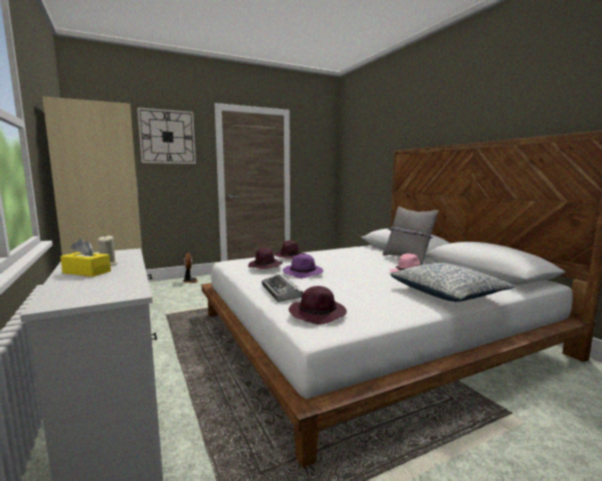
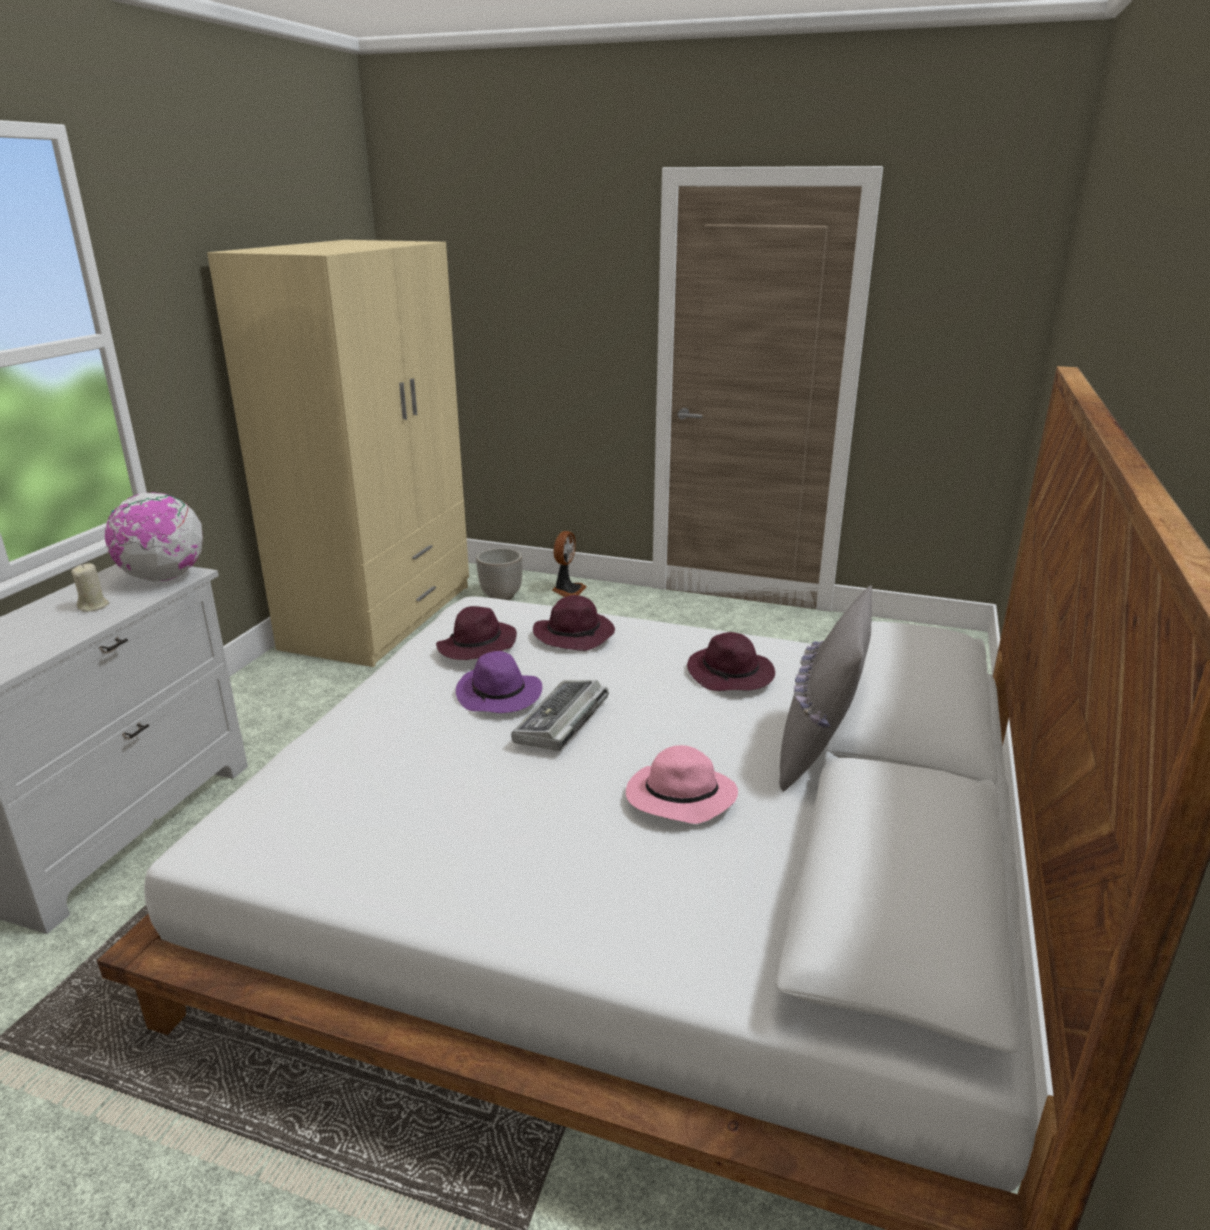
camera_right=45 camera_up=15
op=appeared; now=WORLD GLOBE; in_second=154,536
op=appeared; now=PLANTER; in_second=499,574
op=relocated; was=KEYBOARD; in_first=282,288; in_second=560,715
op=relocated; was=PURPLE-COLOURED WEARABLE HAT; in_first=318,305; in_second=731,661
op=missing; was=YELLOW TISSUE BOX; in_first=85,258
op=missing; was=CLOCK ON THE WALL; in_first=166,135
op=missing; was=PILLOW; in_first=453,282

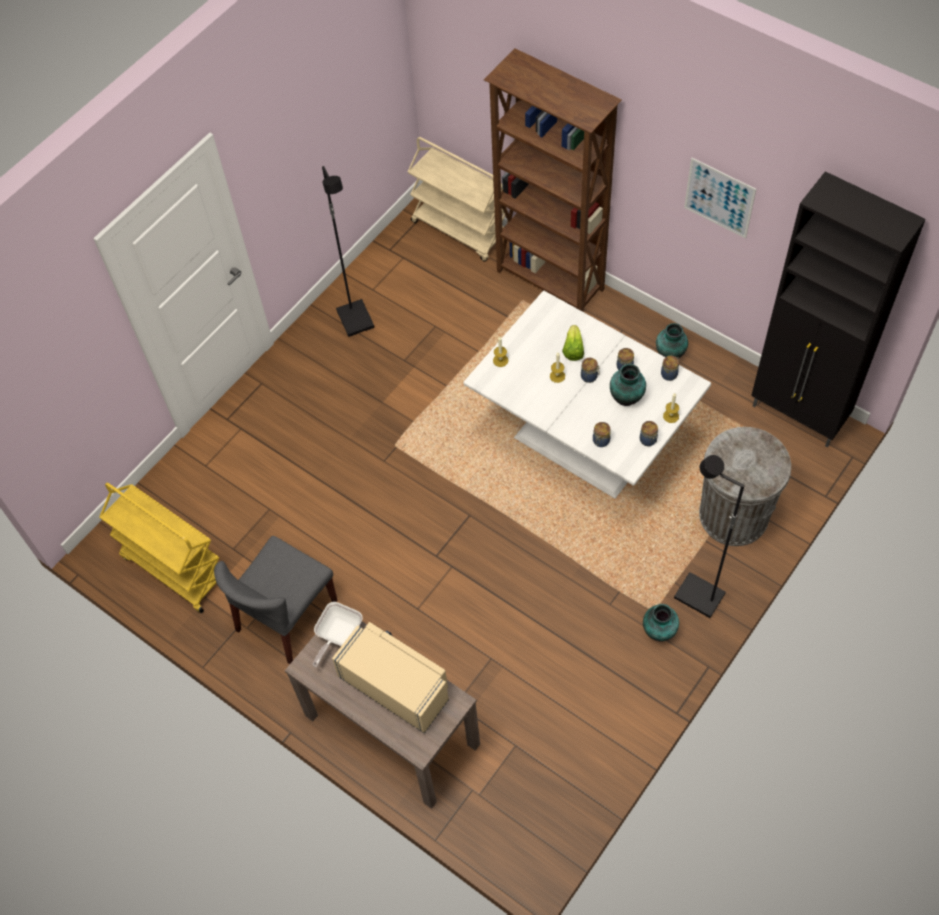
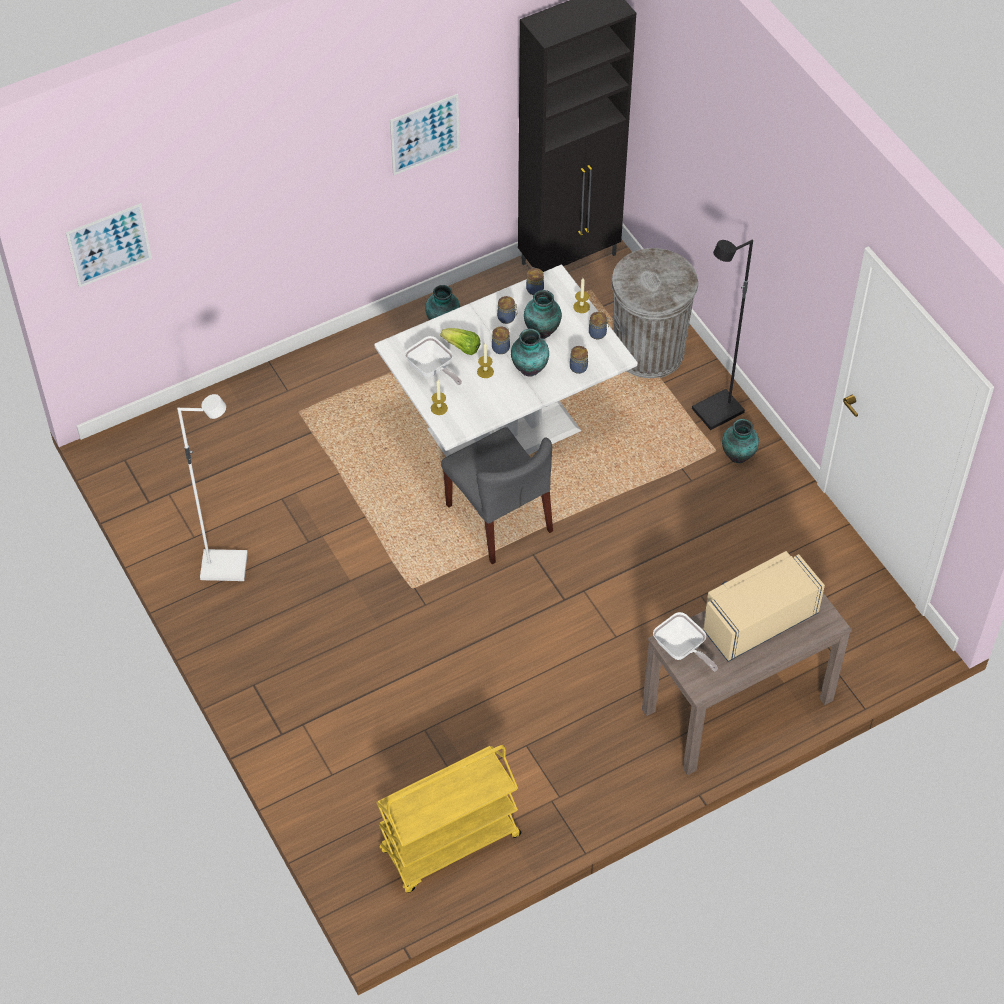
camera_right=-70 camera_up=-5
op=appeared; now=PICTURE; in_second=109,245
op=colour; was=BLACK-COLOURED STANDARD LAMP; now=WHITISH STANDARD LAMP; in_first=348,251; in_second=212,487
op=appeared; now=FRYING PAN; in_second=433,360
op=relocated; was=GREY PLAIN CHAIR; in_first=276,600; in_second=497,495
op=appeared; now=DECORATIVE VASE; in_second=530,352
op=missing; was=SAND-COLOURED TROLLEY; in_first=458,199
op=missing; was=BROWN-COLOURED SHELVING UNIT; in_first=553,180

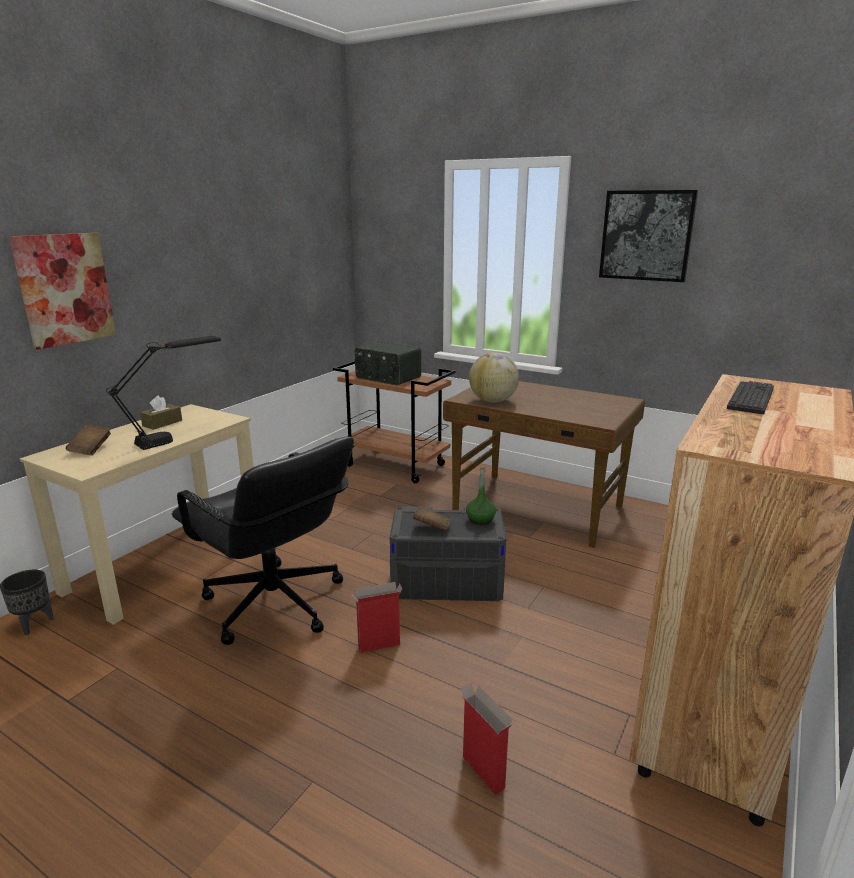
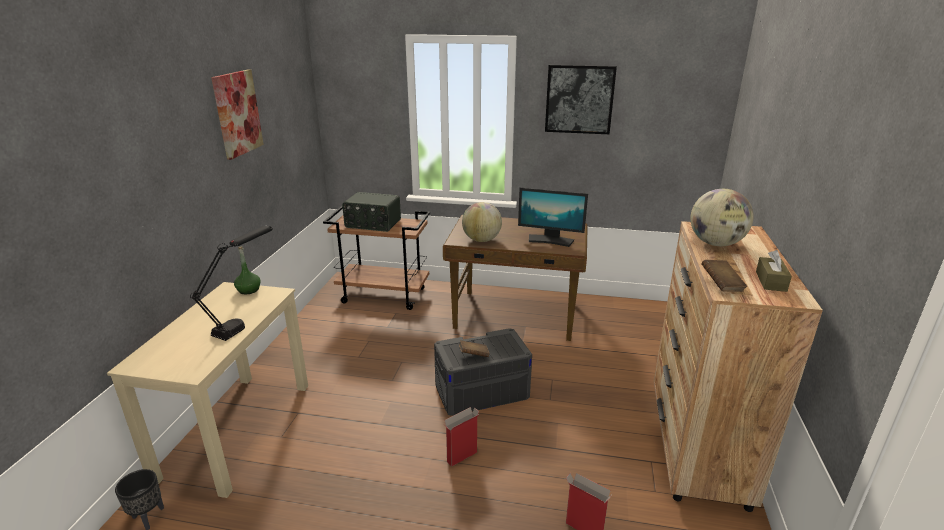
camera_right=-20 camera_up=5
op=relocated; was=PICTURE; in_first=62,291; in_second=237,114
op=relocated; was=GREEN DRINK BOTTLE; in_first=481,495; in_second=247,270
op=appeared; now=COMPUTER DISPLAY; in_second=553,217
op=exchanged; was=KEYBOARD; now=WORLD GLOBE; in_first=750,397; in_second=722,217
op=relocated; was=BROWN-COLOURED BOOK; in_first=88,439; in_second=724,276
op=relocated; was=BROWN-COLOURED TISSUE BOX; in_first=161,413; in_second=774,271
op=missing; was=BLACK-COLOURED COMPUTER CHAIR; in_first=263,540

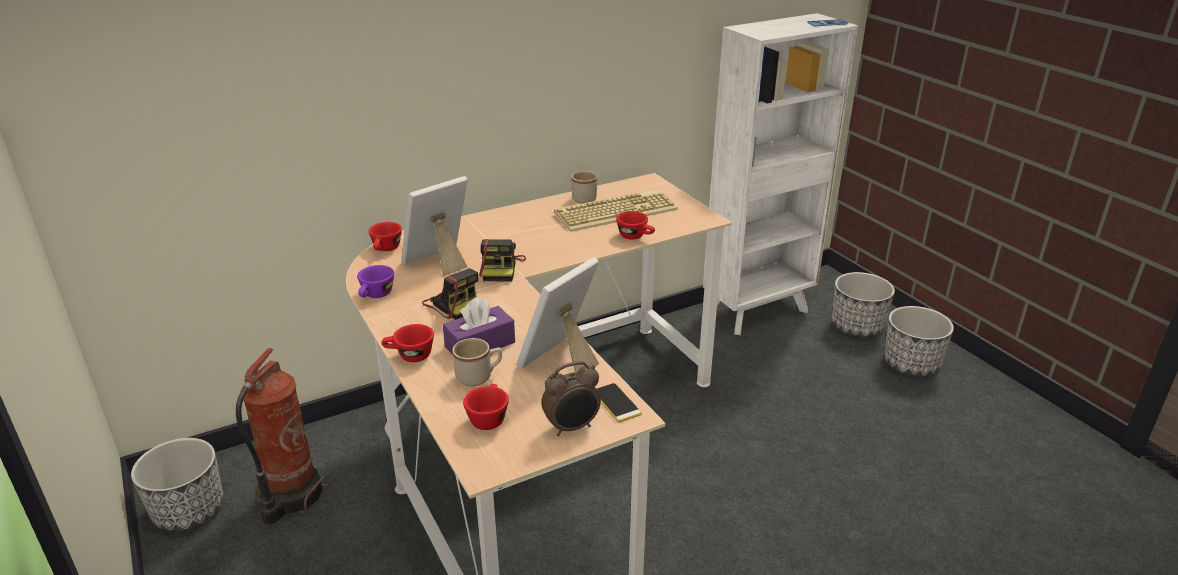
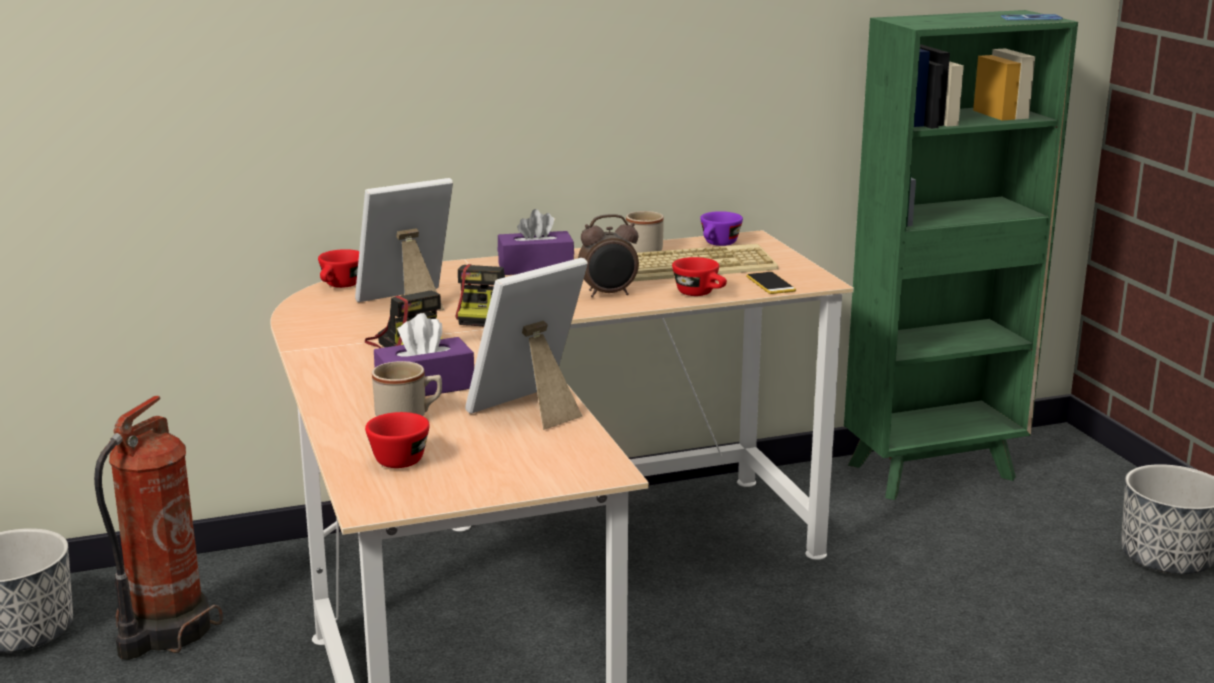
camera_right=10 camera_up=-10
op=appeared; now=PURPLE-COLOURED TISSUE BOX; in_second=536,242
op=relocated; was=TABLE CLOCK; in_first=571,398; in_second=608,255
op=relocated; was=PURPLE-COLOURED DRINKING CUP; in_first=375,281; in_second=721,228
op=relocated; was=HANDSET; in_first=619,402; in_second=771,283
op=colour; was=WHITISH SHELVING UNIT; now=GREEN SHELVING UNIT; in_first=780,174; in_second=961,255
op=missing; was=REDDISH DRINKING CUP; in_first=407,343
op=missing; was=PLANTER; in_first=863,304

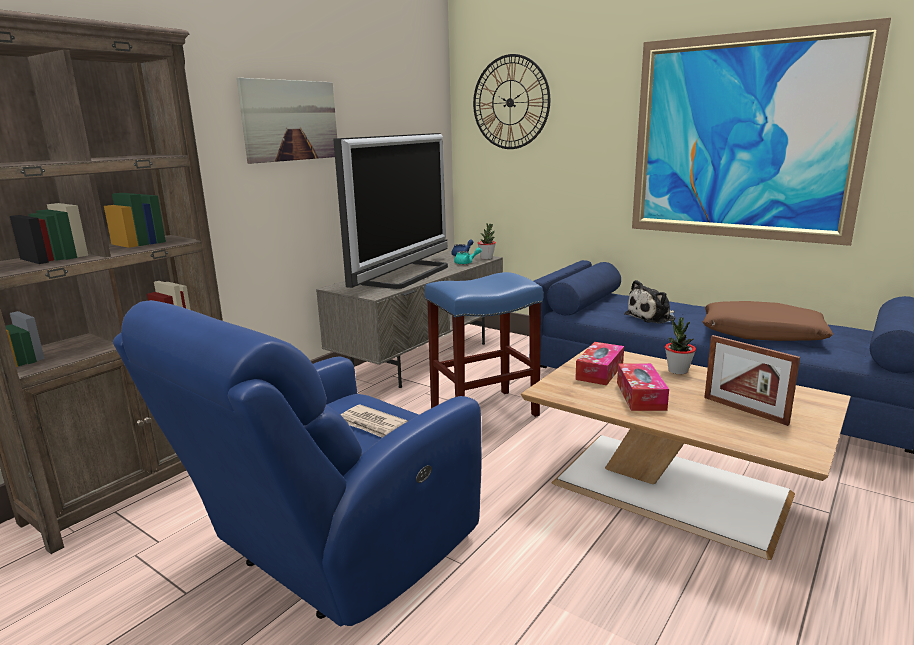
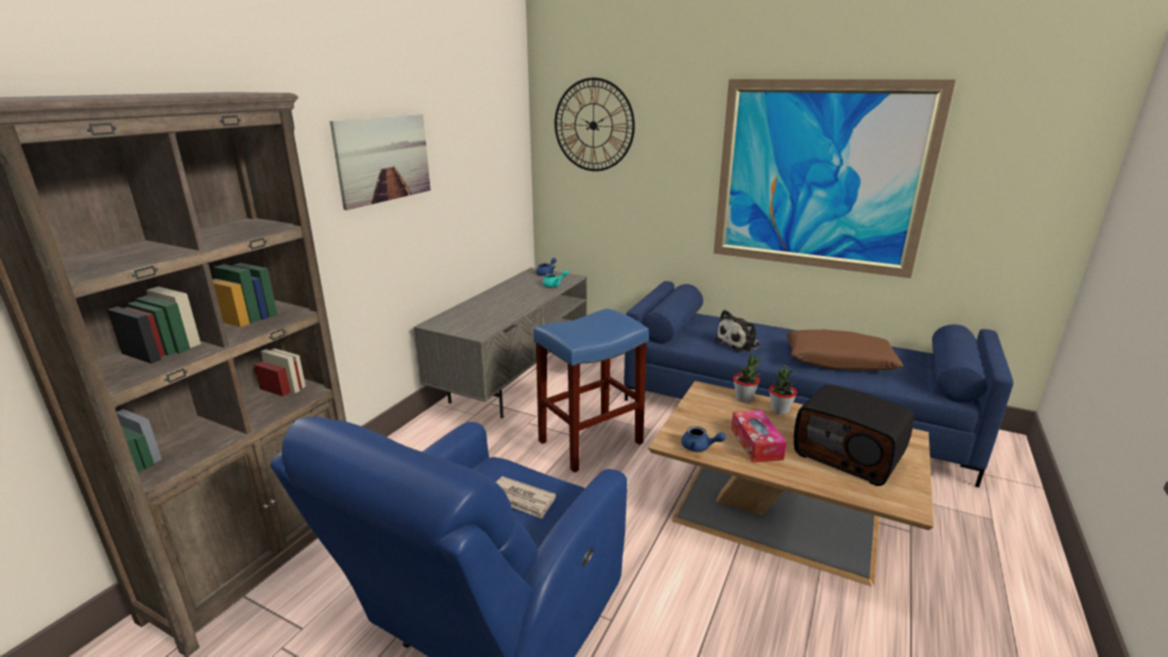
camera_right=-10 camera_up=5
op=appeared; now=BLUISH POT FOR TEA; in_second=703,439
op=relocated; was=PLANT IN A POT; in_first=487,241; in_second=747,378
op=exchanged; was=PICTURE FRAME; now=RADIO; in_first=752,380; in_second=854,435
op=missing; was=TELEVISION; in_first=390,211
op=missing; was=TISSUE BOX; in_first=599,363

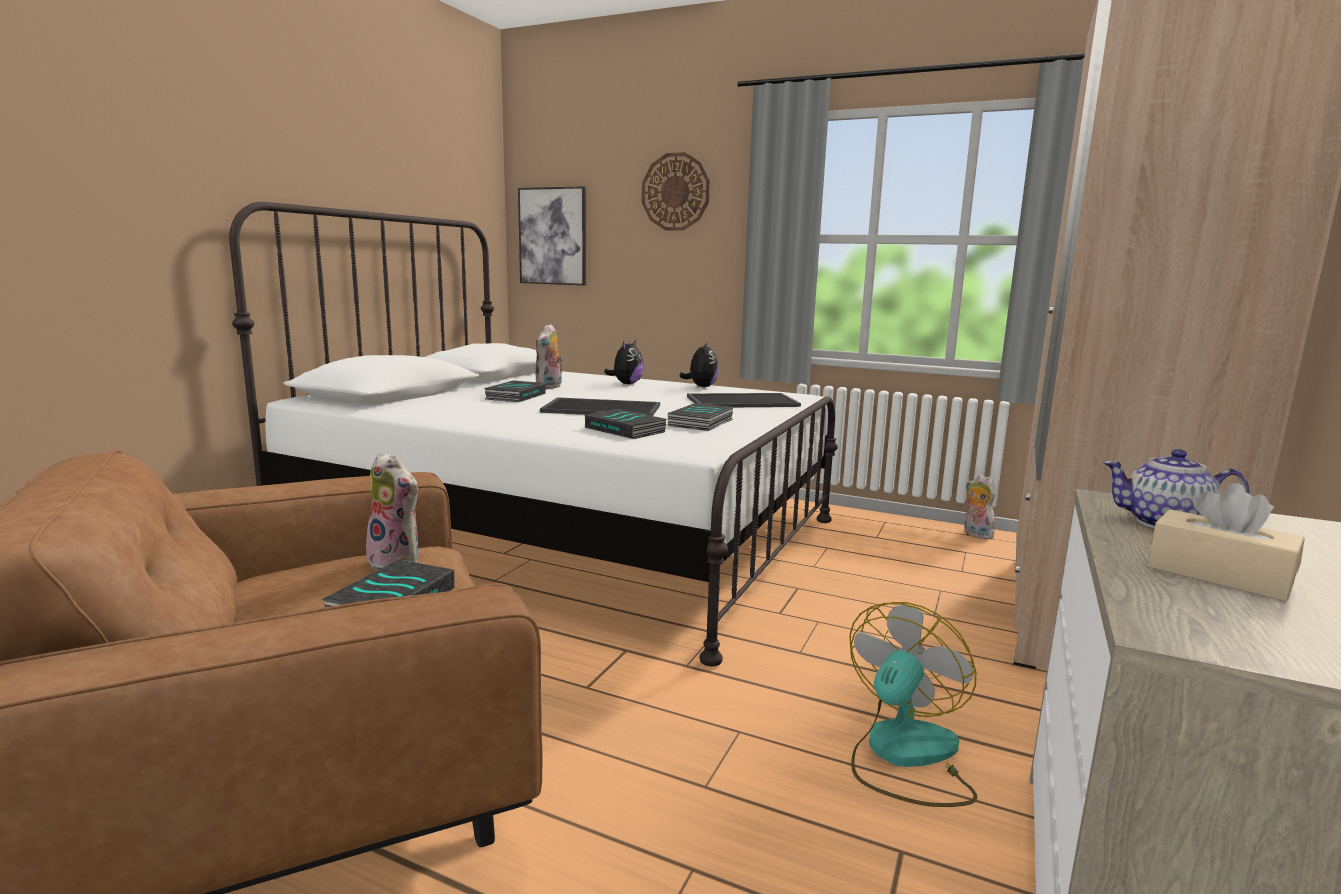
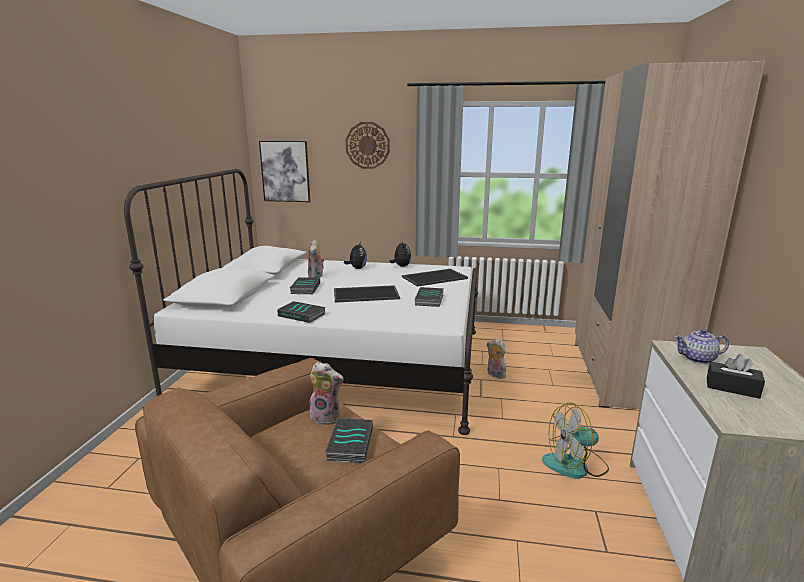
camera_right=-15 camera_up=5
op=relocated; was=BOOK; in_first=626,424; in_second=301,312
op=relocated; was=SOFT TOY; in_first=980,507; in_second=496,358
op=spun; was=FAN; in_first=913,704; in_second=575,440; clockwise=-120
op=colour; was=SAND-COLOURED TISSUE BOX; now=BLACK-COLOURED TISSUE BOX; in_first=1226,542; in_second=736,376

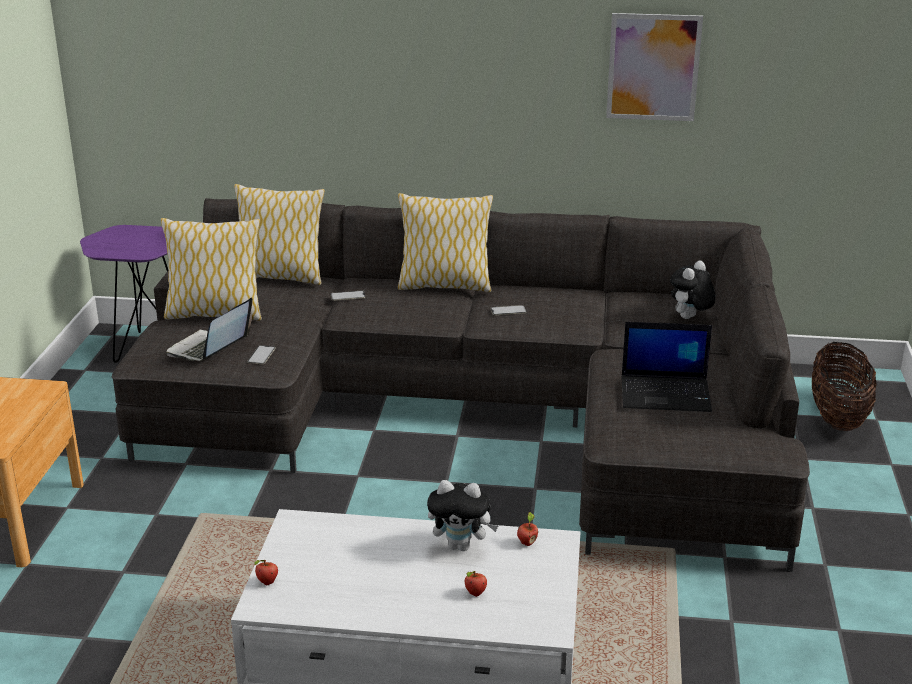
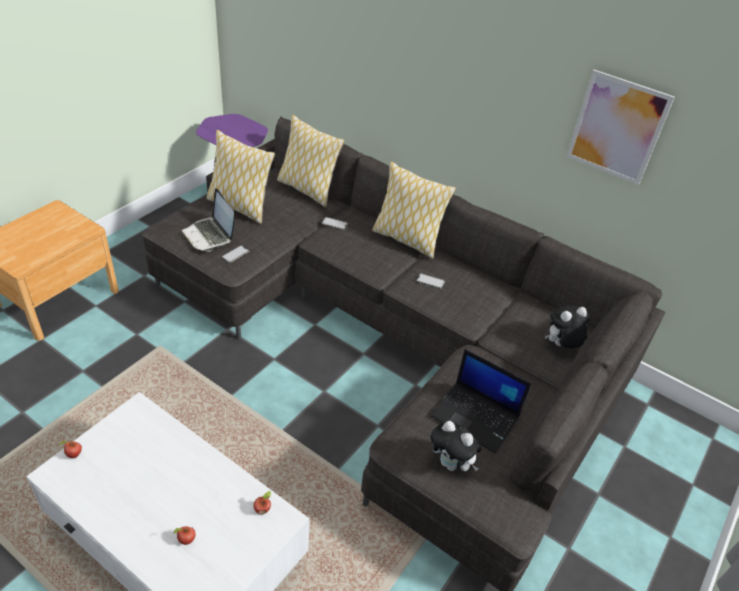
camera_right=25 camera_up=15
op=spun; was=LAPTOP; in_first=209,329; in_second=207,220; clockwise=-90
op=relocated; was=SOFT TOY; in_first=462,515; in_second=456,446
op=missing; was=HOUSEHOLD BASKET; in_first=844,386

